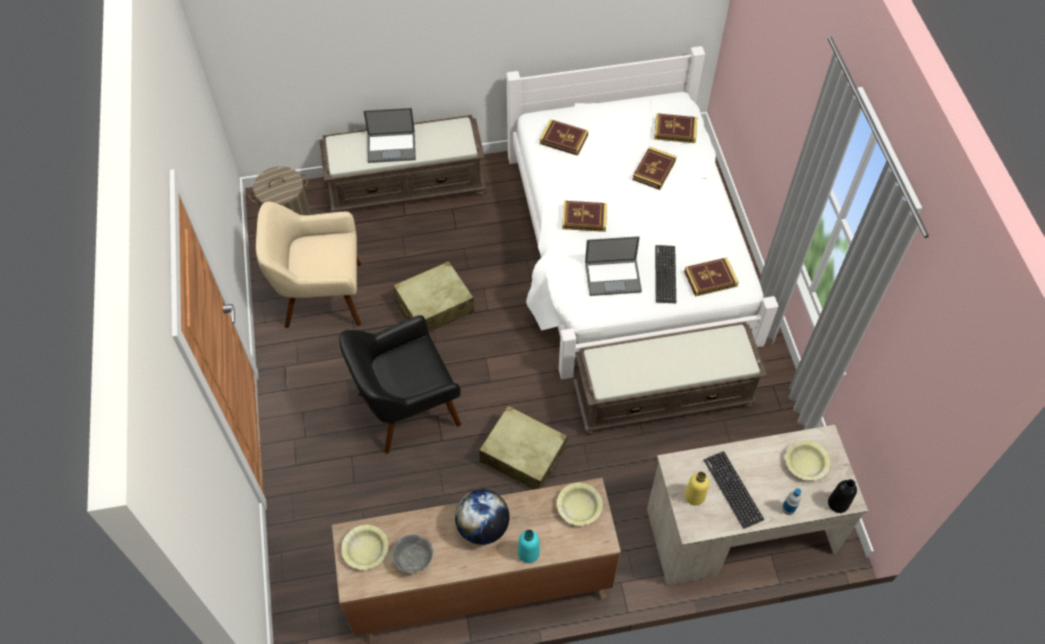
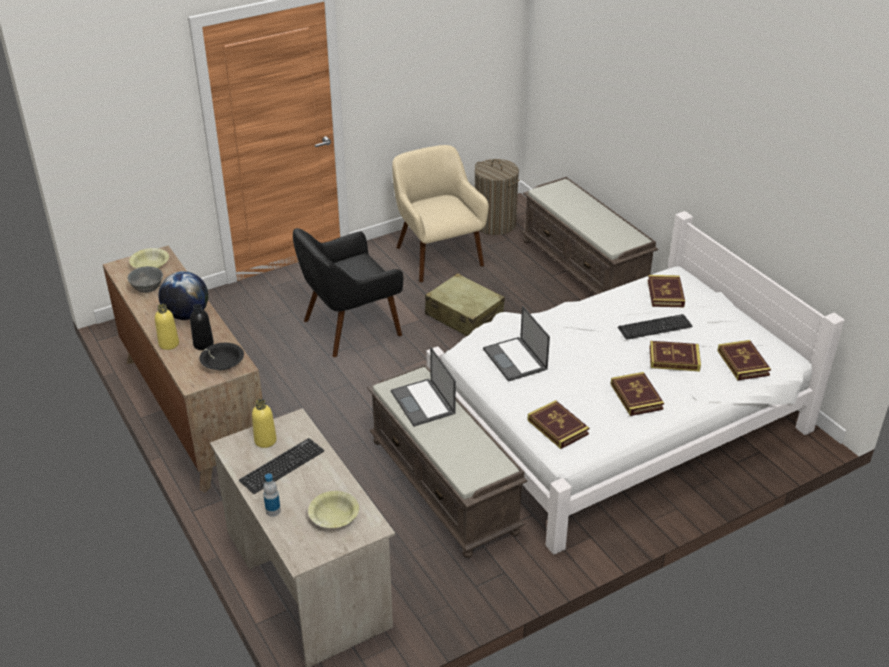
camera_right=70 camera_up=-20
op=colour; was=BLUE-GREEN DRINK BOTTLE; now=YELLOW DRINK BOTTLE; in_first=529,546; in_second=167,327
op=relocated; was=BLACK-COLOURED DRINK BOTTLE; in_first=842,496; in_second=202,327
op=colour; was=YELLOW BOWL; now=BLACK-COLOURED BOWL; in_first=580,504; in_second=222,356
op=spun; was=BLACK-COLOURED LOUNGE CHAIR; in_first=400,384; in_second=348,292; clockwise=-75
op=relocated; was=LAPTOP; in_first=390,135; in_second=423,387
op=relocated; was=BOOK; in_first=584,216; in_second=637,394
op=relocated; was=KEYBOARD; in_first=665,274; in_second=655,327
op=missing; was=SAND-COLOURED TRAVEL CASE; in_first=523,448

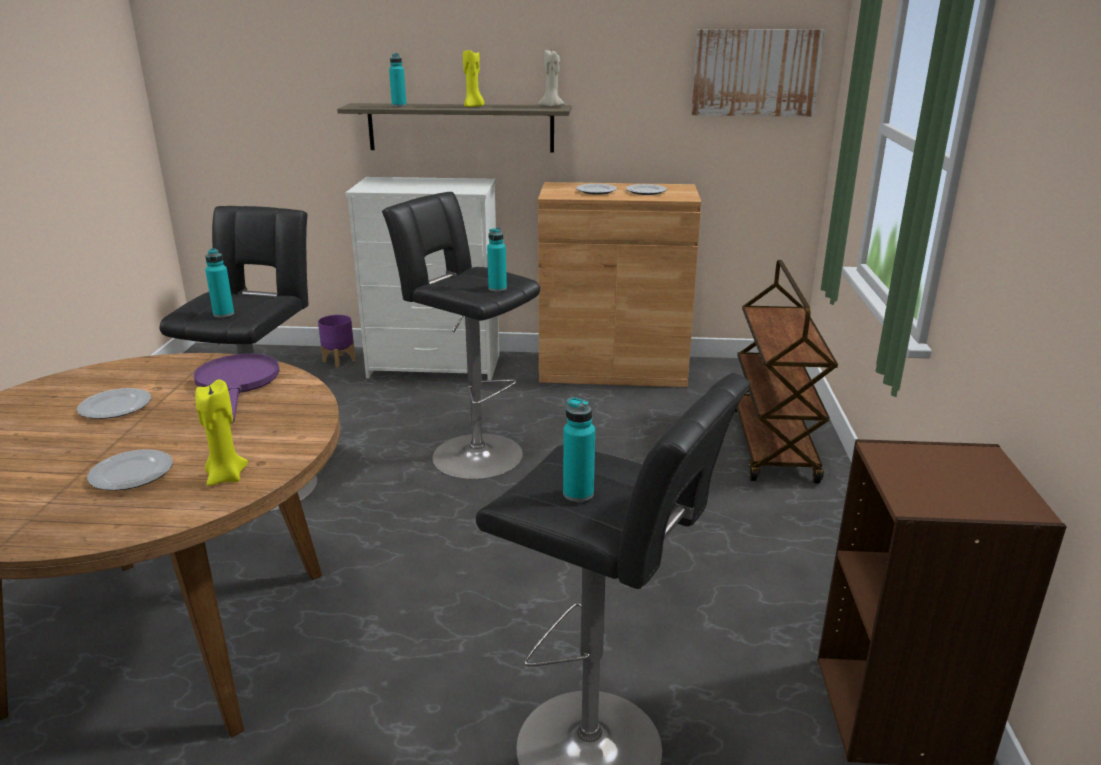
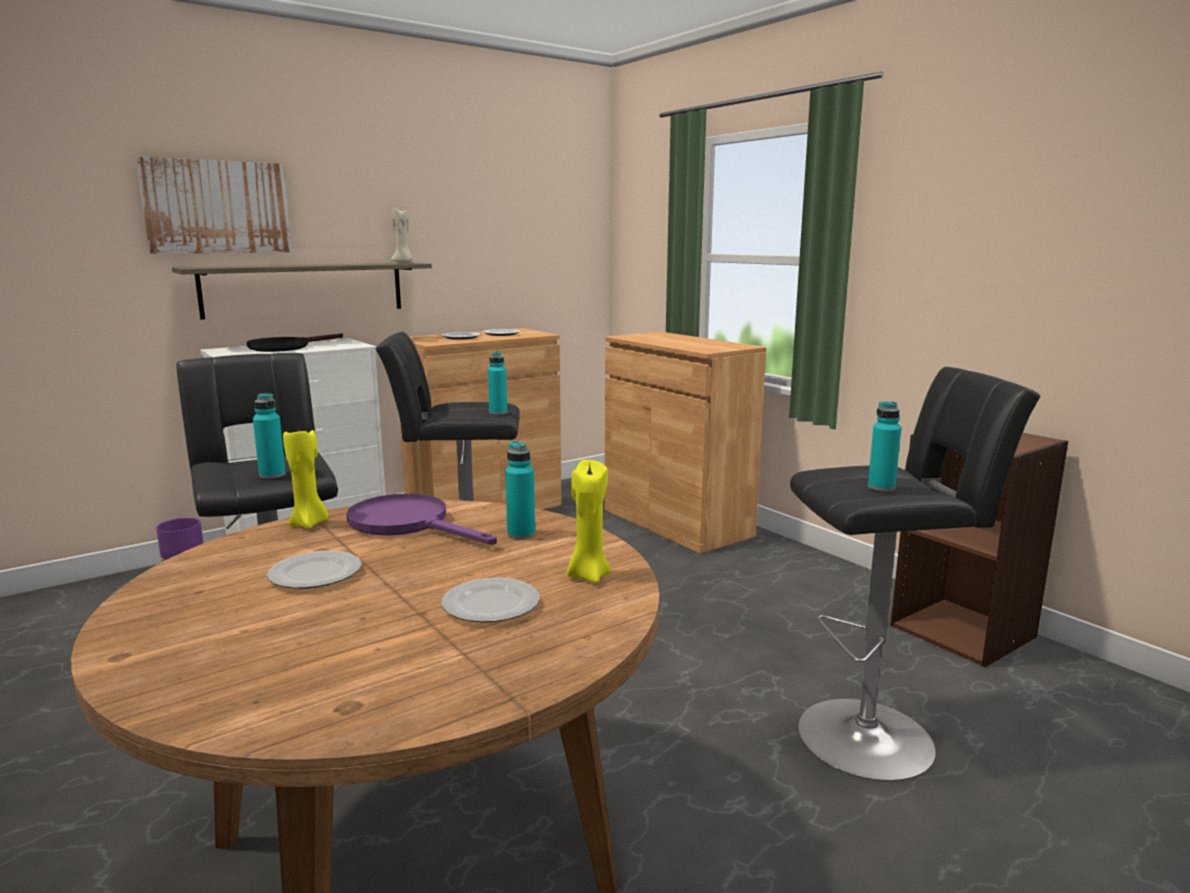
camera_right=-40 camera_up=-10
op=relocated; was=PICTURE; in_first=758,73; in_second=214,205
op=appeared; now=BLACK-COLOURED FRYING PAN; in_second=294,342
op=relocated; was=YELLOW WAX LIGHT; in_first=473,78; in_second=305,477
op=relocated; was=BLUE-GREEN DRINK BOTTLE; in_first=398,80; in_second=520,490
op=exchanged; was=BROWN-COLOURED TROLLEY; now=BROWN-COLOURED CUPBOARD; in_first=786,372; in_second=685,443

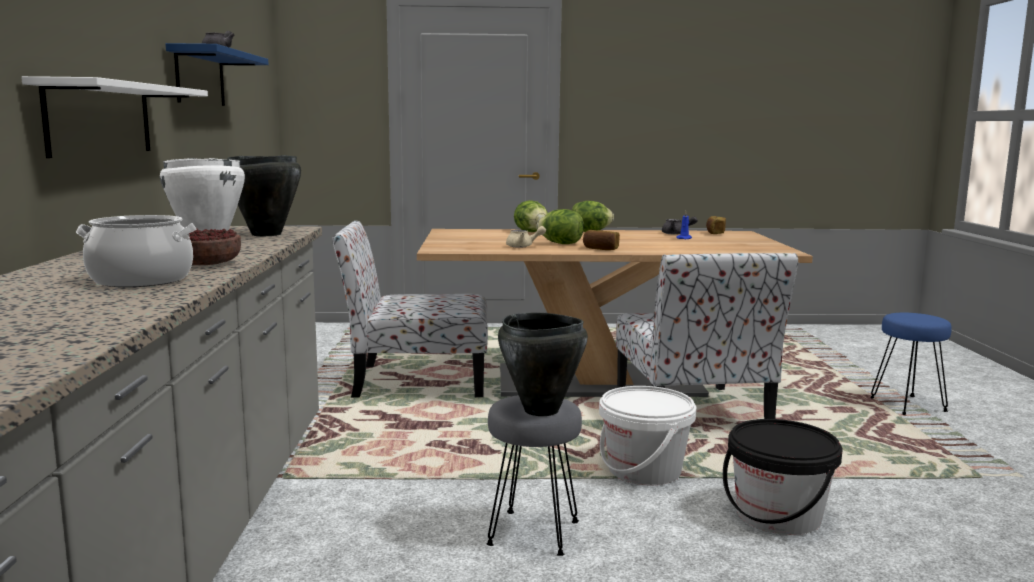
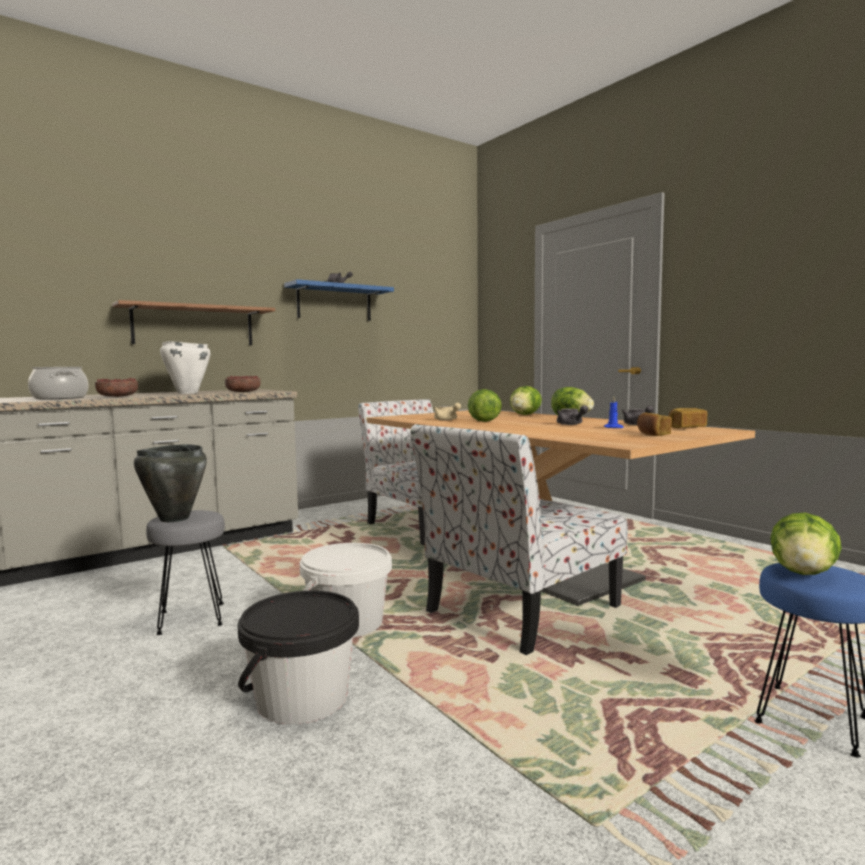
camera_right=55 camera_up=-5
op=colour; was=WHITISH WALL SHELF; now=BROWN-COLOURED WALL SHELF; in_first=114,117; in_second=193,322
op=exchanged; was=BLACK-COLOURED COOKING POT; now=BOWL; in_first=264,195; in_second=242,384
op=appeared; now=GREY POT FOR TEA; in_second=572,415
op=relocated; was=BAKERY BREAD; in_first=601,240; in_second=654,424
op=appeared; now=LETTUCE HEAD; in_second=806,544

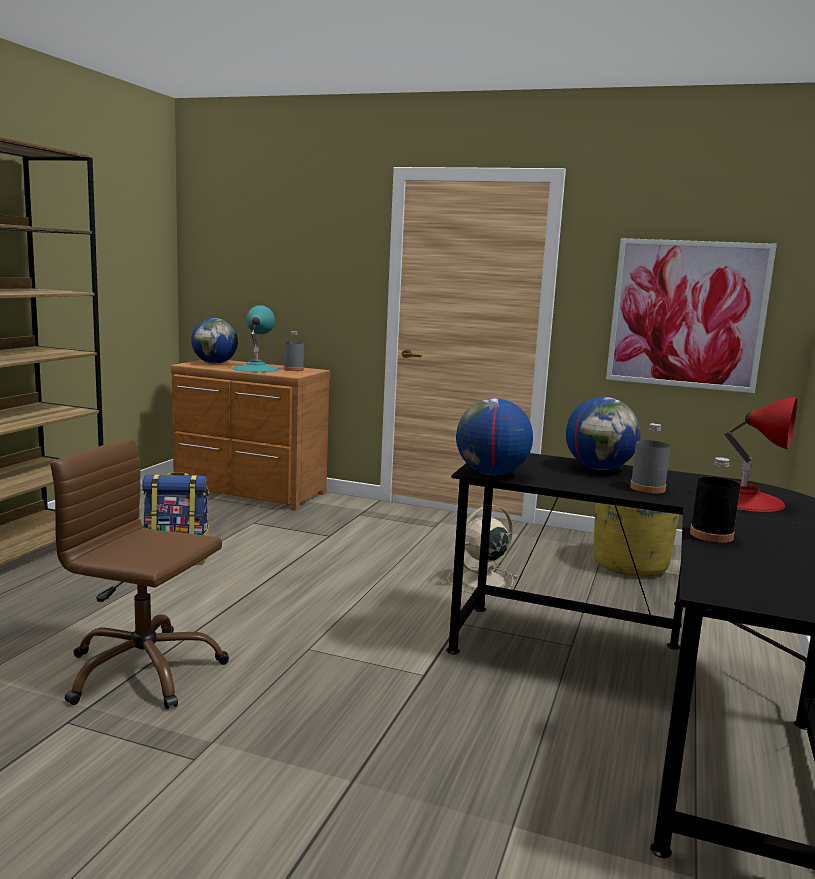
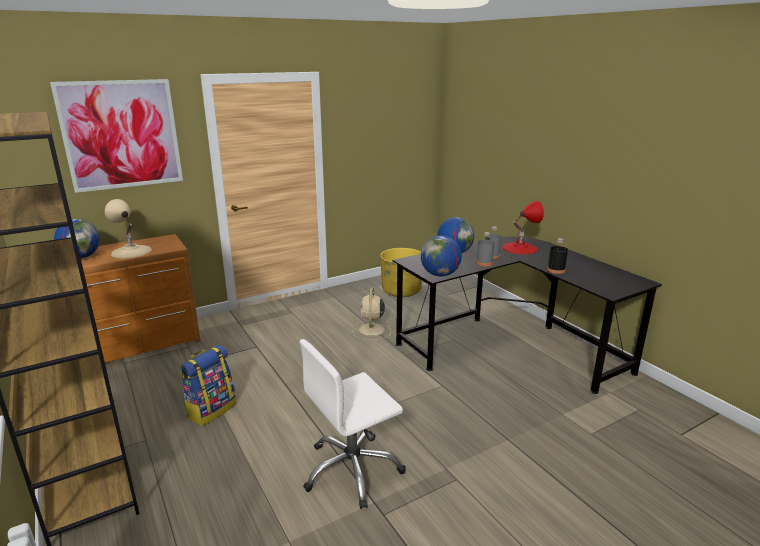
camera_right=-50 camera_up=10
op=relocated; was=PICTURE; in_first=691,315; in_second=116,136
op=colour; was=BLUE-GREEN TABLETOP LAMP; now=SAND-COLOURED TABLETOP LAMP; in_first=256,339; in_second=128,228
op=colour; was=BROWN-COLOURED COMPUTER CHAIR; now=WHITISH COMPUTER CHAIR; in_first=139,574; in_second=352,424
op=relocated; was=GREY DRINK BOTTLE; in_first=294,351; in_second=485,249

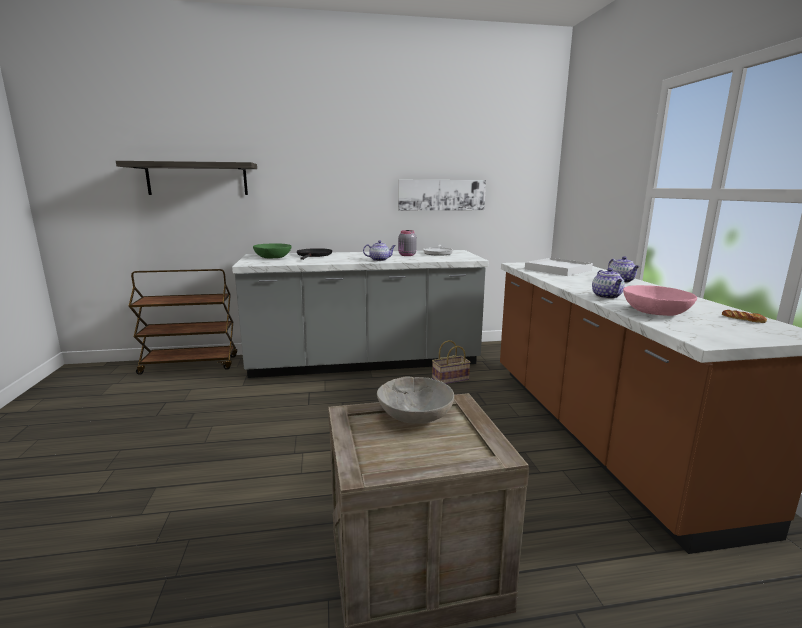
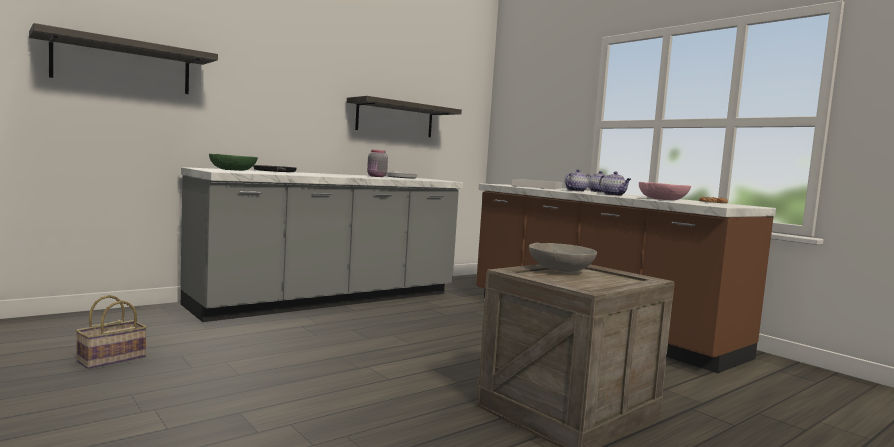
camera_right=-30 camera_up=-10
op=relocated; was=HOUSEHOLD BASKET; in_first=451,362; in_second=111,332
op=exchanged; was=PICTURE; now=WALL SHELF; in_first=442,195; in_second=404,117
op=relocated; was=POT FOR TEA; in_first=379,250; in_second=577,180
op=missing; was=BROWN-COLOURED TROLLEY; in_first=183,322

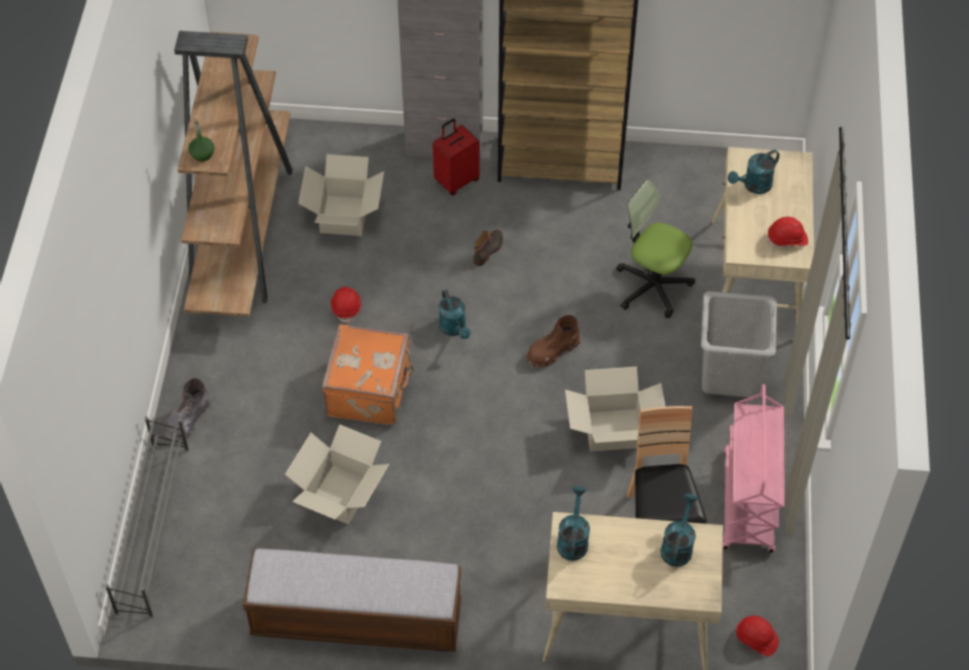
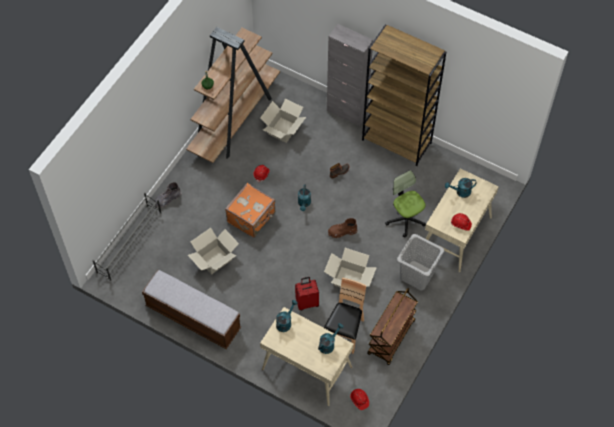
camera_right=25 camera_up=5
op=relocated; was=REDDISH TRAVEL CASE; in_first=456,156; in_second=307,293
op=colour; was=PINKISH TROLLEY; now=BROWN-COLOURED TROLLEY; in_first=754,468; in_second=392,326

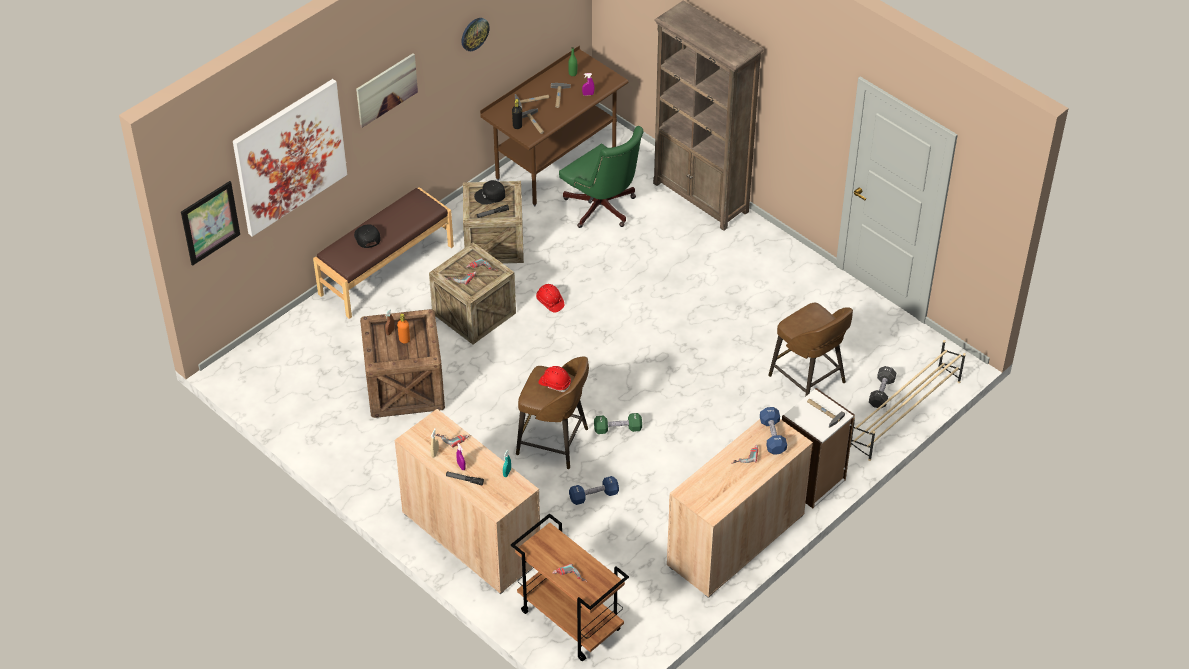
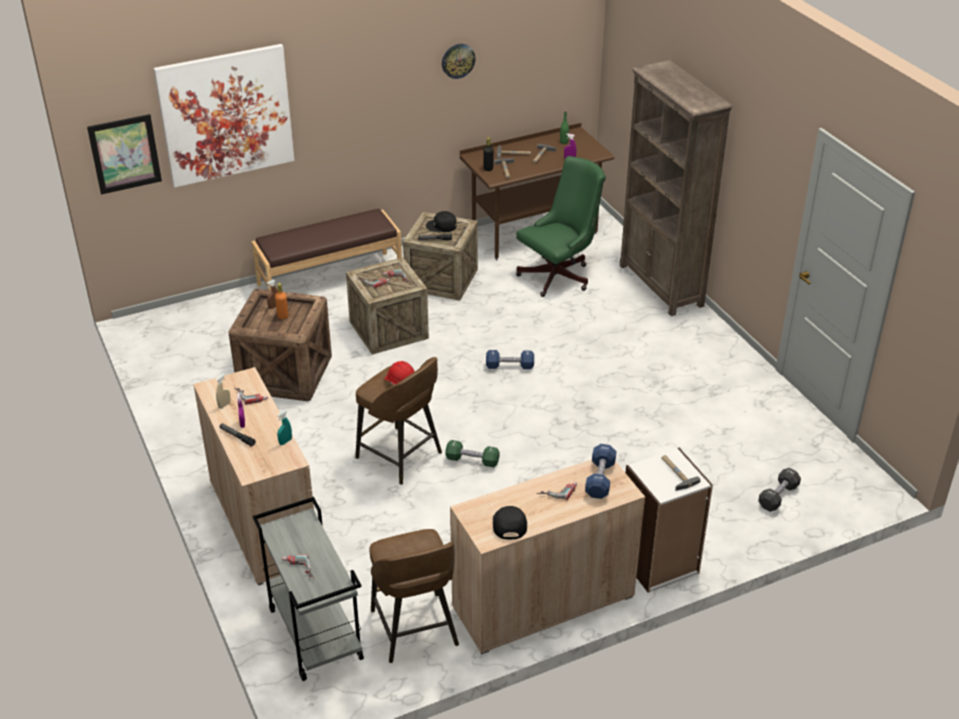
camera_right=20 camera_up=-10
op=colour; was=BROWN-COLOURED TROLLEY; now=GREY TROLLEY; in_first=570,587; in_second=308,589
op=relocated; was=BROWN-COLOURED STOOL; in_first=810,349; in_second=414,596
op=relocated; was=BLUISH DUMBBELL; in_first=594,490; in_second=510,359
op=relocated; was=BLACK-COLOURED PEAKED CAP; in_first=367,236; in_second=510,522
op=spun; was=GREEN COMPUTER CHAIR; in_first=601,177; in_second=561,226; clockwise=-105
op=missing; was=PICTURE; in_first=387,90
op=missing; was=REDDISH WORK HELMET; in_first=550,298
op=missing; was=SAND-COLOURED SHOE SHELF; in_first=908,400

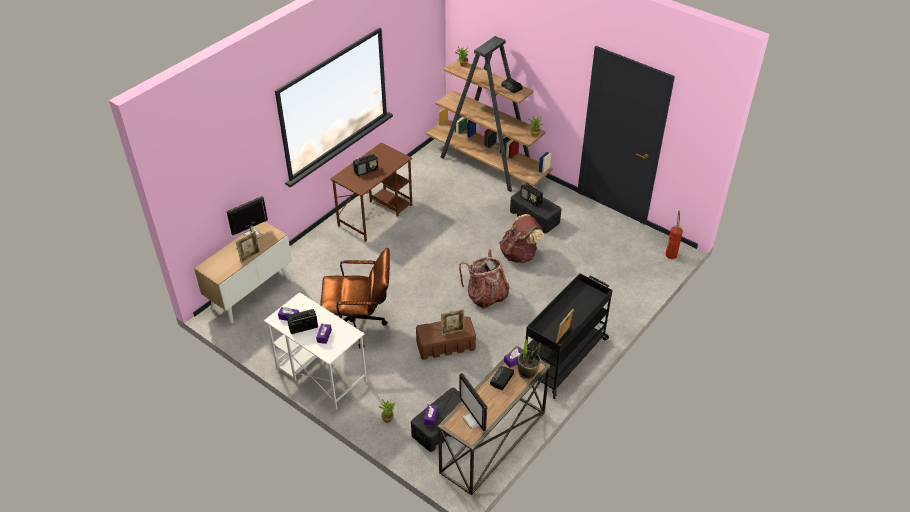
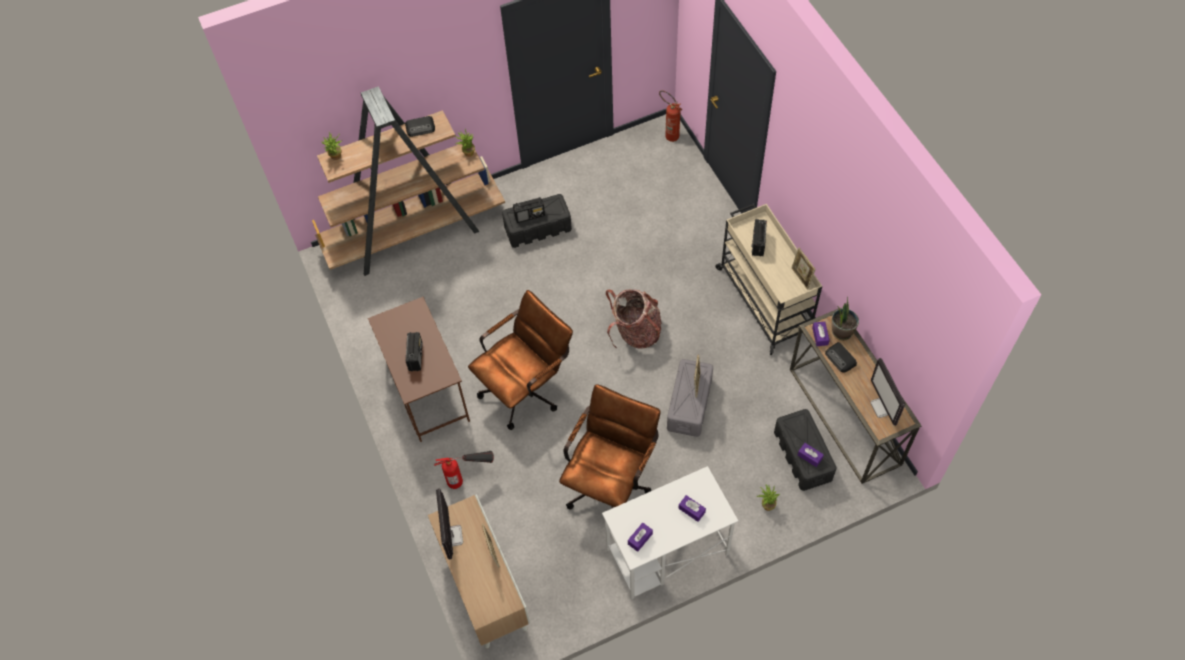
camera_right=-60 camera_up=15
op=appeared; now=FIRE-FIGHTING CYLINDER; in_second=464,470
op=appeared; now=BROWN-COLOURED COMPUTER CHAIR; in_second=520,360
op=colour; was=BROWN-COLOURED STORAGE CONTAINER; now=GREY STORAGE CONTAINER; in_first=446,338; in_second=690,398
op=colour; was=BLACK-COLOURED TROLLEY; now=SAND-COLOURED TROLLEY; in_first=569,336; in_second=768,279
op=relocated; was=RADIO; in_first=302,321; in_second=759,237
op=spun; was=COMPUTER DISPLAY; in_first=473,402; in_second=887,392; clockwise=75
op=missing; was=BROWN-COLOURED RUCKSACK; in_first=521,238

